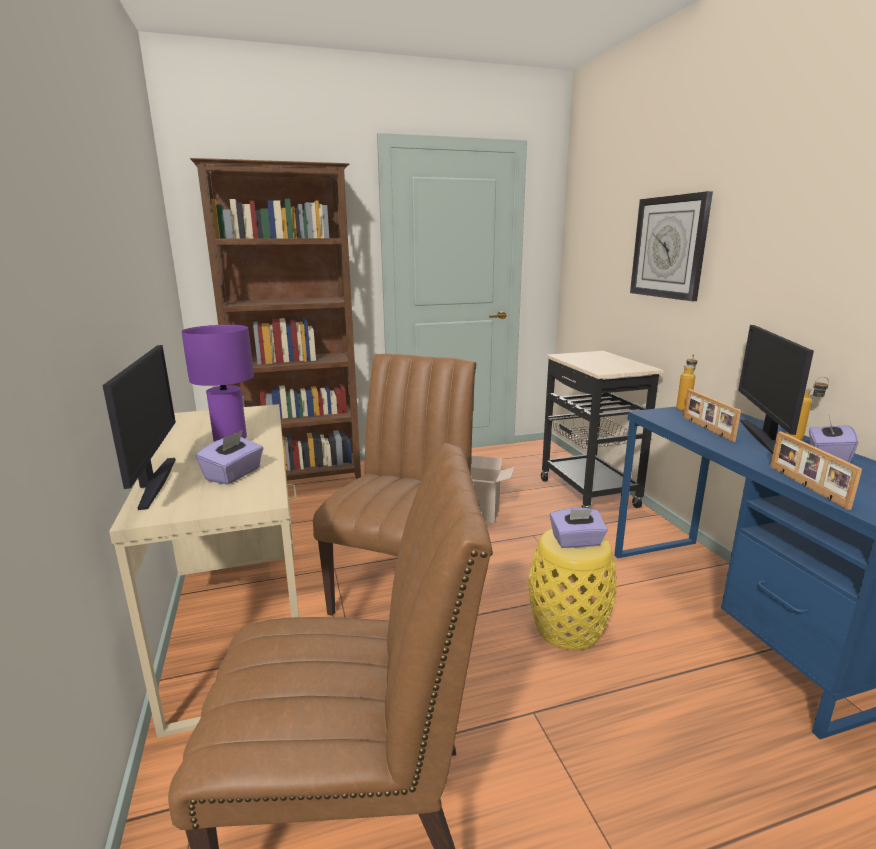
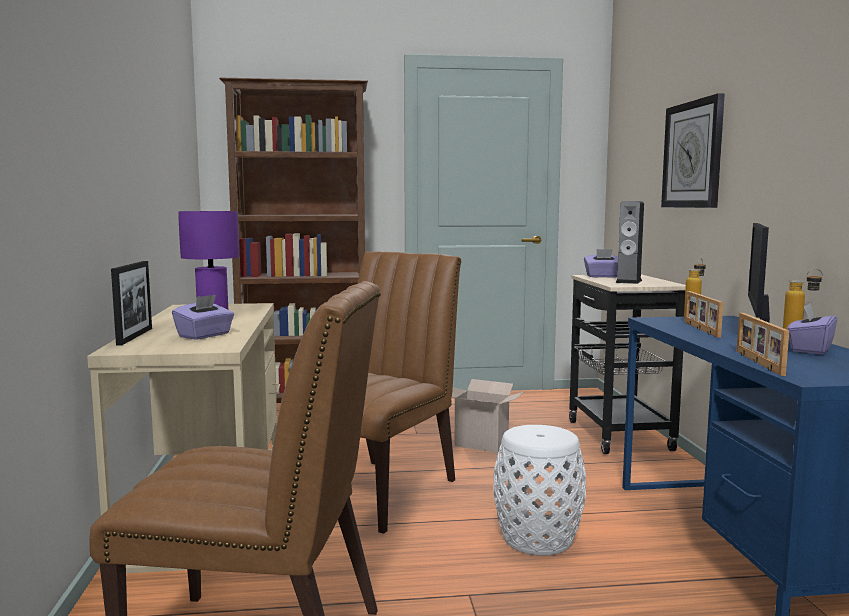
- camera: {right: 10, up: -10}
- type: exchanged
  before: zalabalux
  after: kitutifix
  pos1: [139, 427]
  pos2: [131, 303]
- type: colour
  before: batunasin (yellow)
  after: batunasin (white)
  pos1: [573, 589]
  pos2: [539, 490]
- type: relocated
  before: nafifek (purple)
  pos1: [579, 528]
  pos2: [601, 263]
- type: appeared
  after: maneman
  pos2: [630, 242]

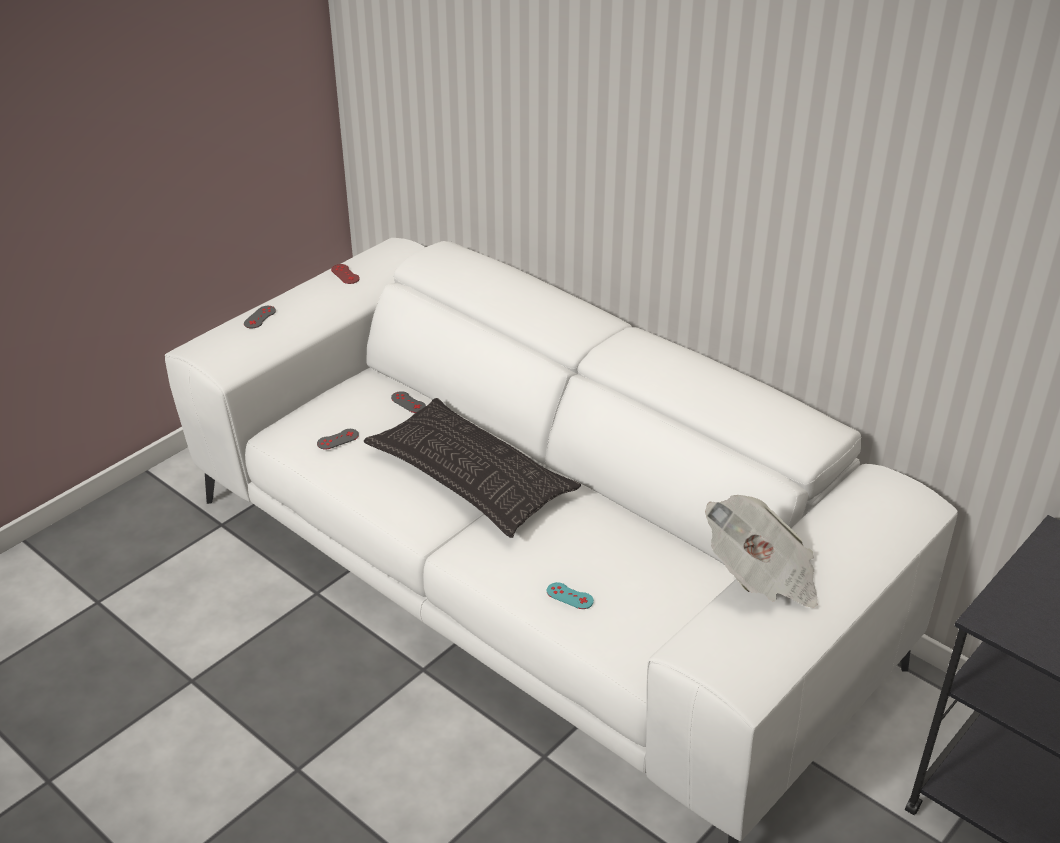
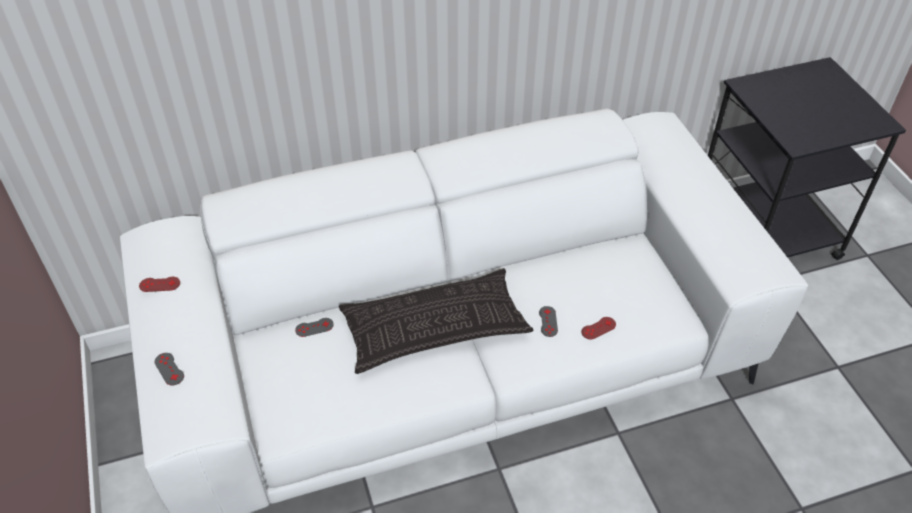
- camera: {right: -60, up: 10}
- type: relocated
  before: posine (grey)
  pos1: [338, 439]
  pos2: [548, 321]
- type: colour
  before: posine (turquoise)
  after: posine (red)
  pos1: [570, 595]
  pos2: [598, 328]
- type: missing
  before: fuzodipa
  pos1: [761, 551]

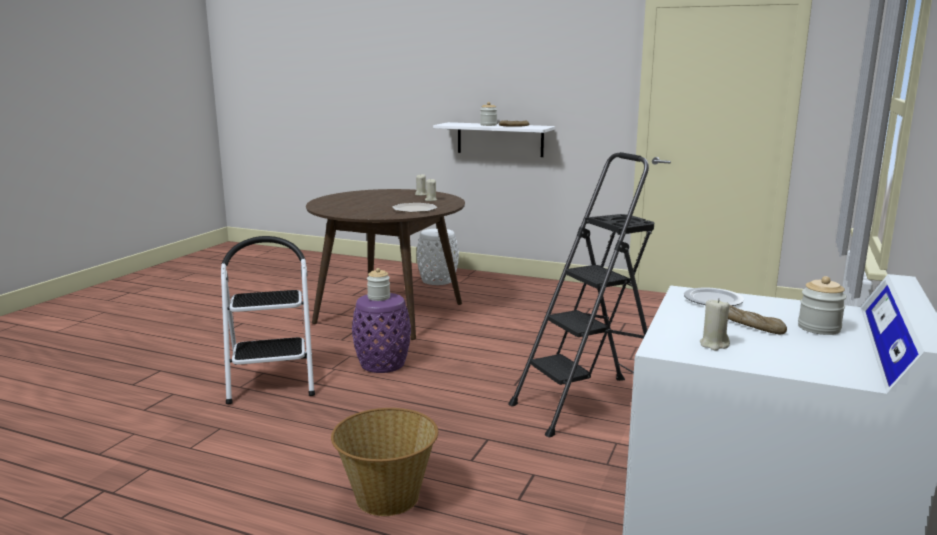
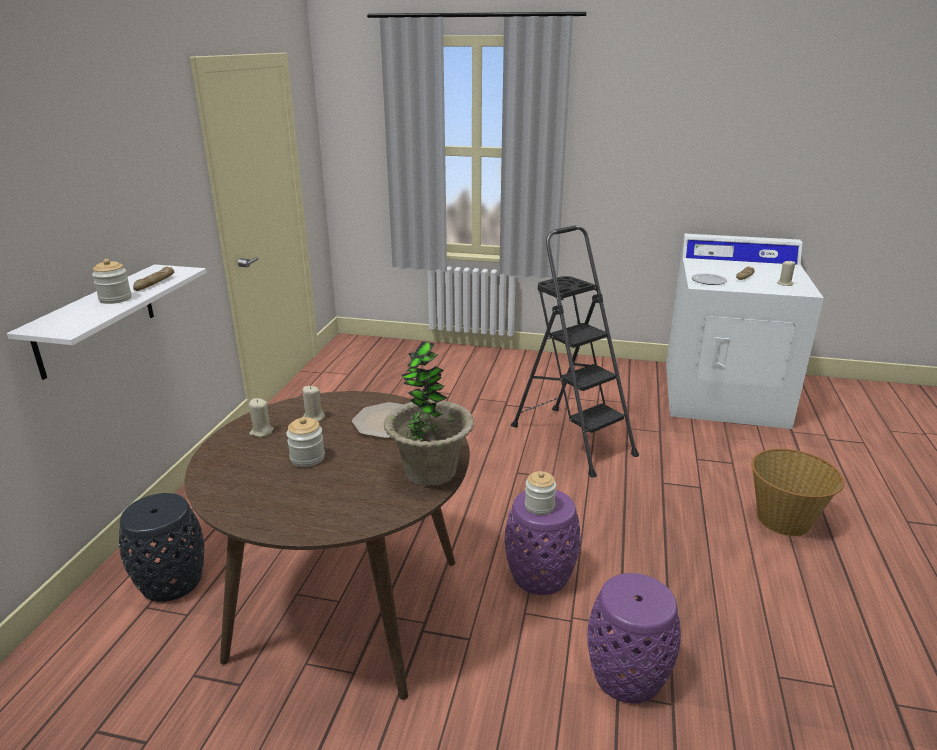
- camera: {right: -100, up: 10}
- type: exchanged
  before: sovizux
  after: batunasin (purple)
  pos1: [268, 320]
  pos2: [634, 638]
- type: colour
  before: batunasin (white)
  after: batunasin (black)
  pos1: [437, 257]
  pos2: [161, 547]
- type: relocated
  before: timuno
  pos1: [822, 305]
  pos2: [305, 442]
- type: appeared
  after: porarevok
  pos2: [429, 413]

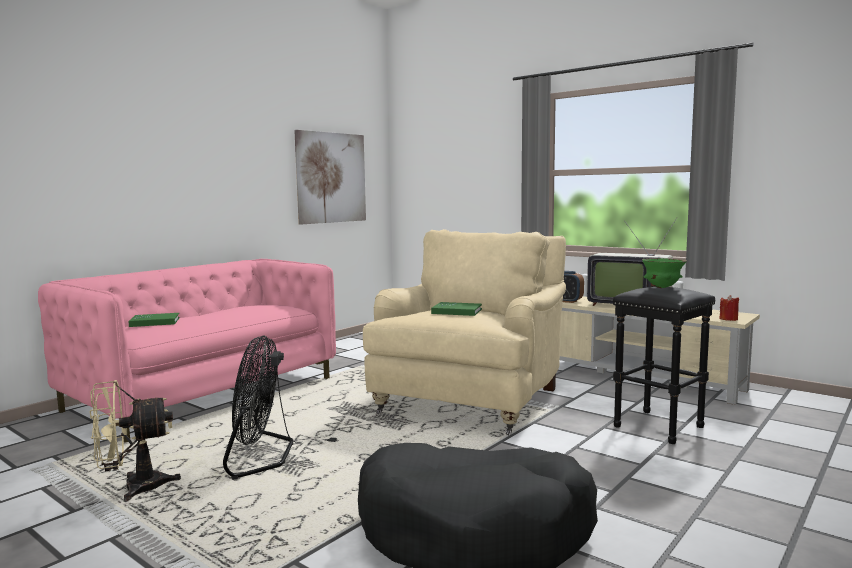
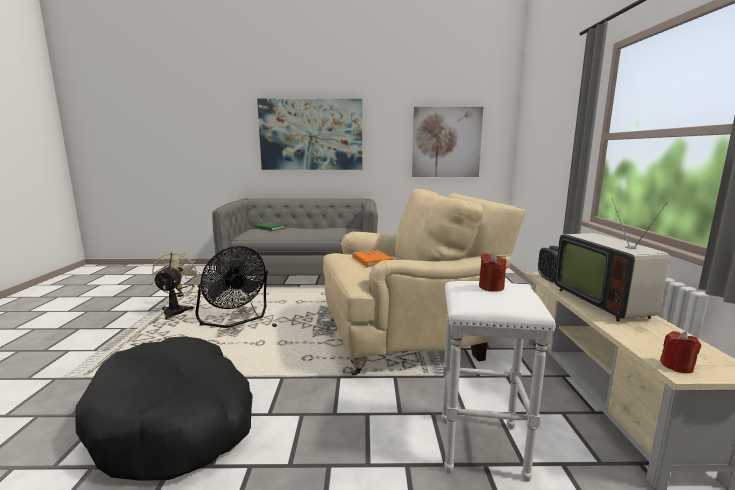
- camera: {right: 50, up: 5}
- type: colour
  before: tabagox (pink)
  after: tabagox (grey)
  pos1: [187, 351]
  pos2: [295, 238]
- type: spun
  before: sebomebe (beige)
  pos1: [135, 440]
  pos2: [176, 286]
  turn: 60
- type: colour
  before: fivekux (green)
  after: fivekux (orange)
  pos1: [456, 309]
  pos2: [372, 258]
- type: colour
  before: batunasin (black)
  after: batunasin (white)
  pos1: [664, 365]
  pos2: [498, 381]
- type: exchanged
  before: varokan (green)
  after: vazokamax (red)
  pos1: [664, 273]
  pos2: [493, 272]
- type: appeared
  after: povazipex
  pos2: [309, 134]

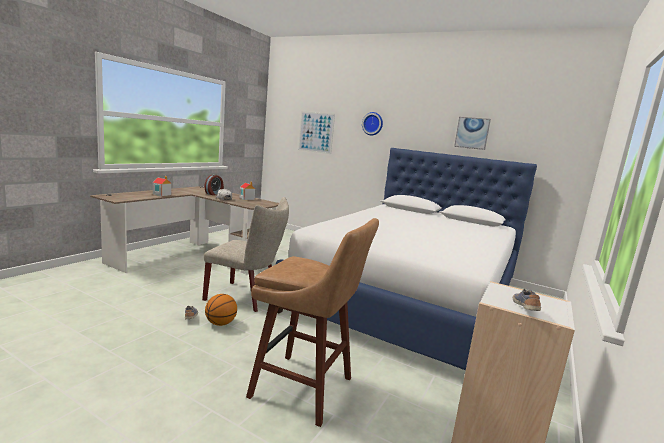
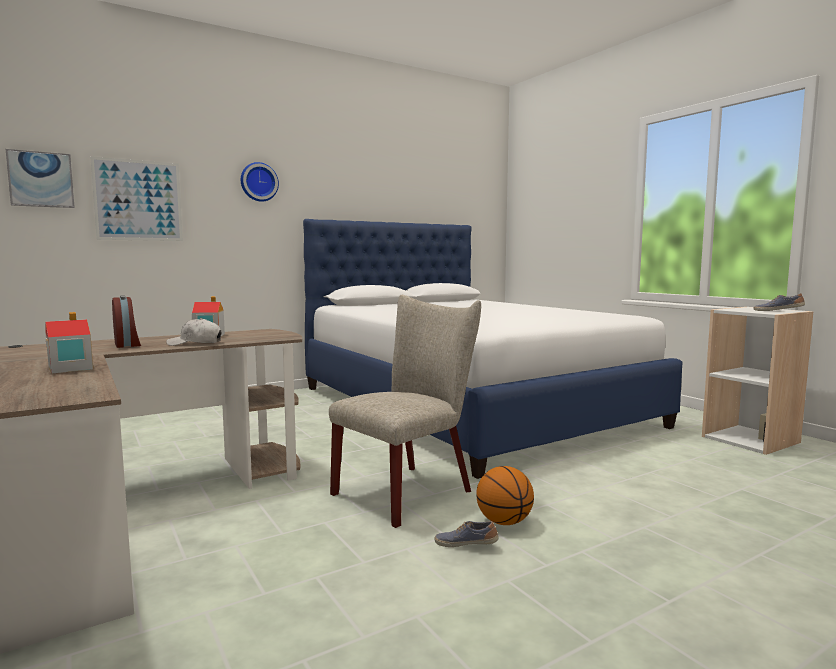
- camera: {right: -60, up: -5}
- type: missing
  before: batunasin (brown)
  pos1: [312, 322]
- type: relocated
  before: povazipex
  pos1: [472, 133]
  pos2: [40, 178]

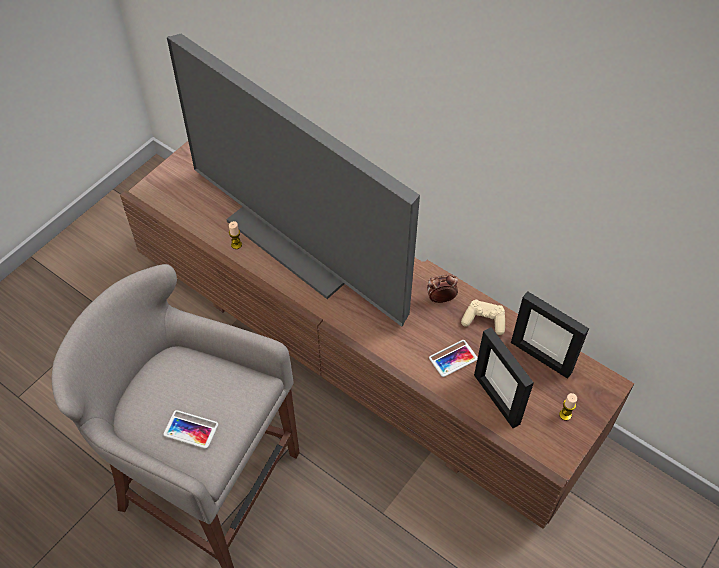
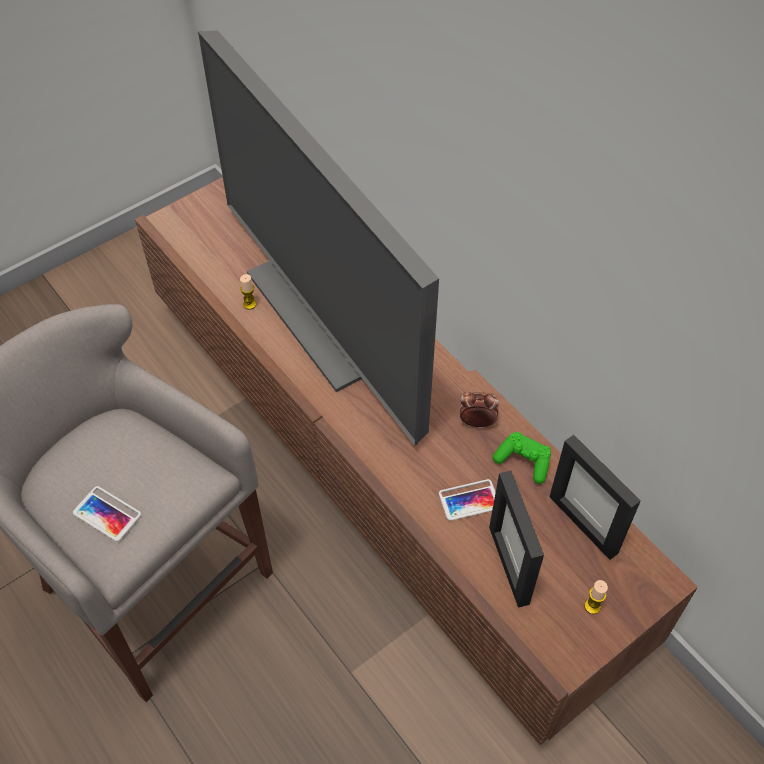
- camera: {right: 15, up: 0}
- type: colour
  before: posine (beige)
  after: posine (green)
  pos1: [483, 317]
  pos2: [522, 458]

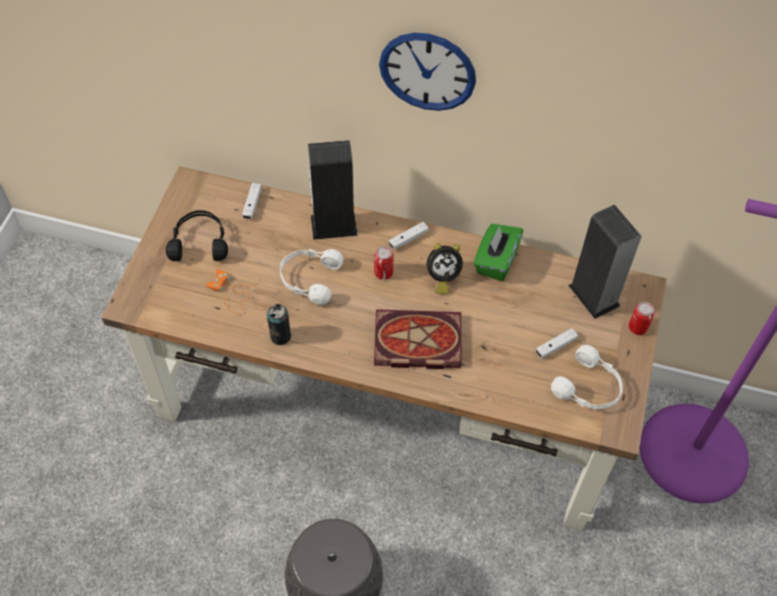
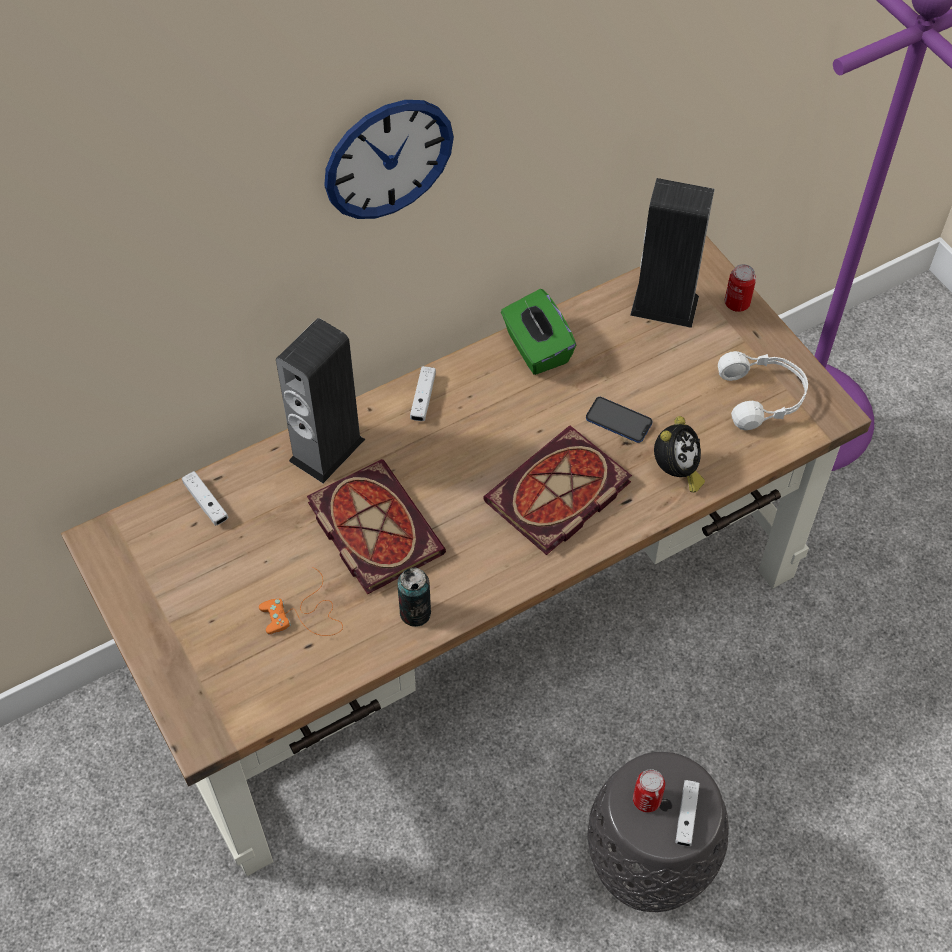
- camera: {right: -45, up: 0}
- type: missing
  before: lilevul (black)
  pos1: [197, 235]
- type: exchanged
  before: lilevul (white)
  after: fivekux
  pos1: [311, 276]
  pos2: [376, 527]
- type: relocated
  before: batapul
  pos1: [383, 263]
  pos2: [649, 791]
- type: relocated
  before: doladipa
  pos1: [445, 268]
  pos2: [679, 454]
- type: relocated
  before: posine (white)
  pos1: [556, 343]
  pos2: [687, 813]
- type: appeared
  after: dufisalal
  pos2: [619, 420]

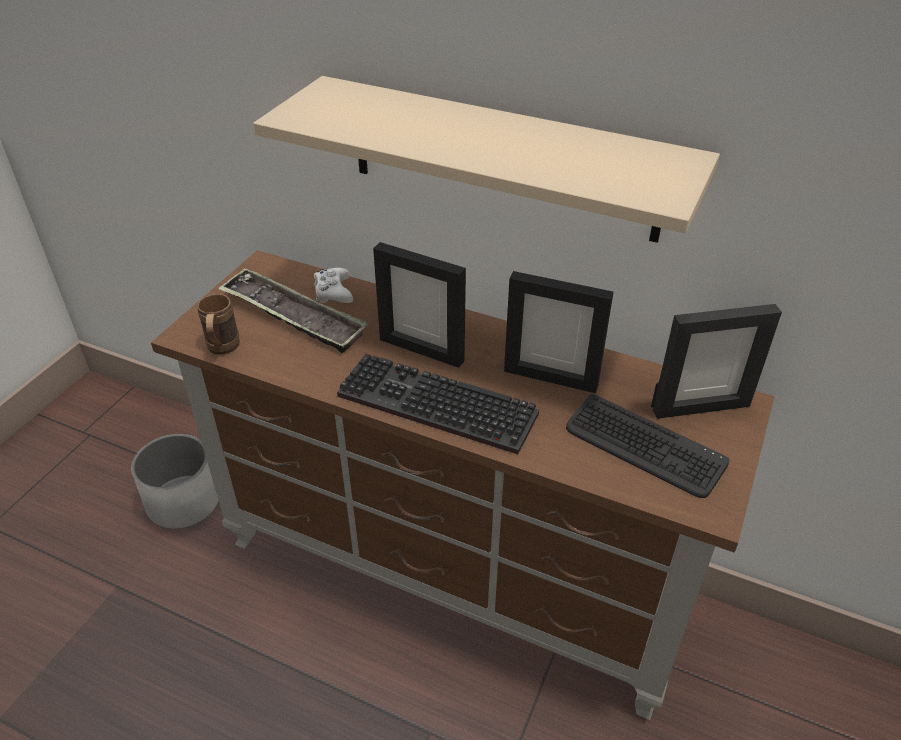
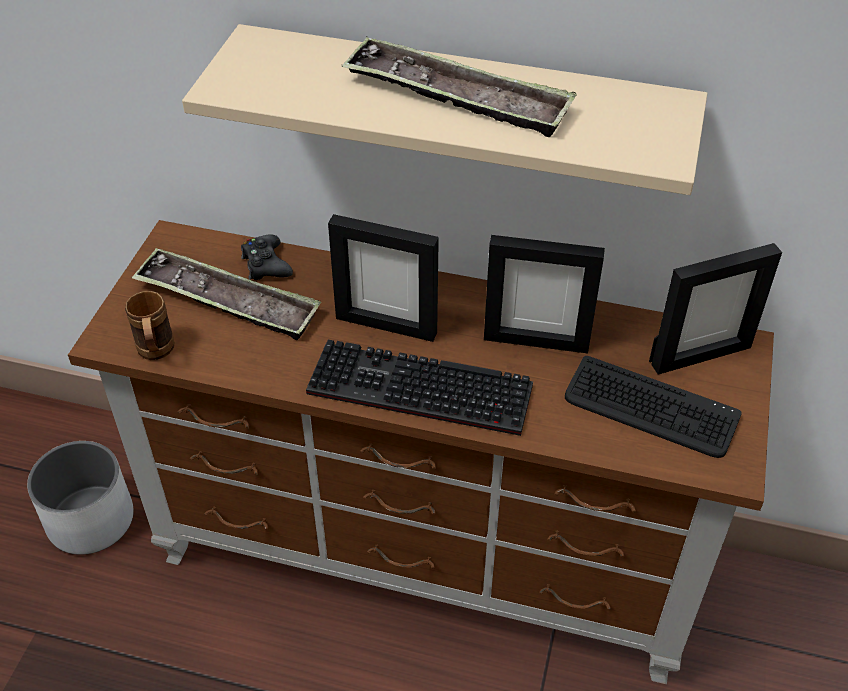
- camera: {right: -10, up: 5}
- type: colour
  before: posine (white)
  after: posine (black)
  pos1: [333, 285]
  pos2: [267, 257]
- type: appeared
  after: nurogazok
  pos2: [459, 86]

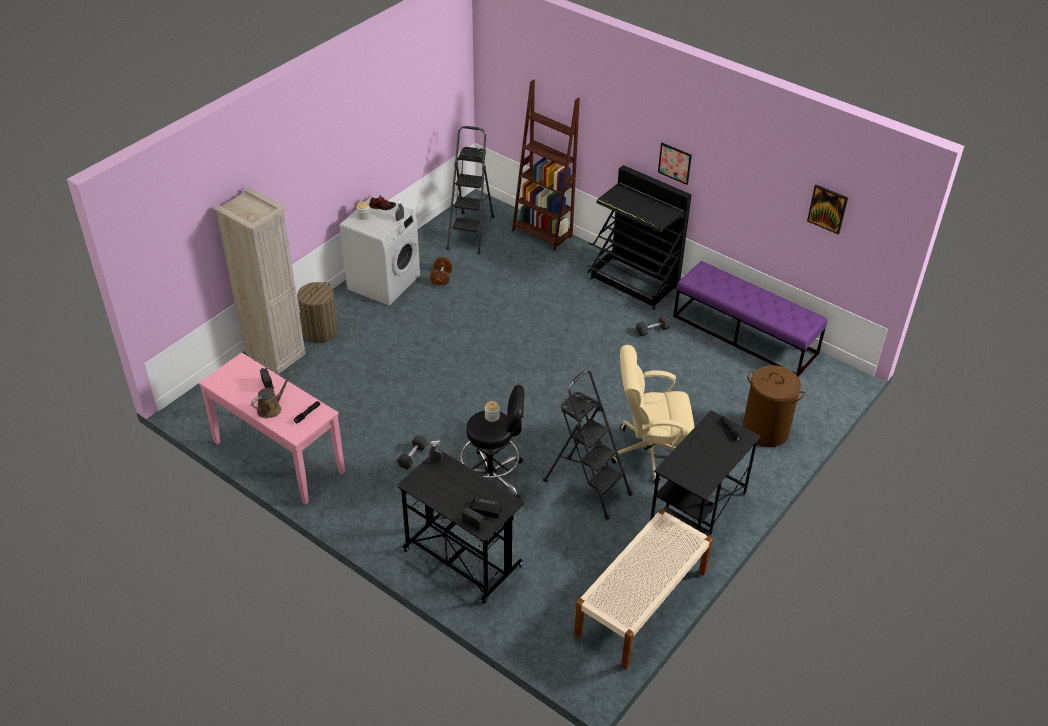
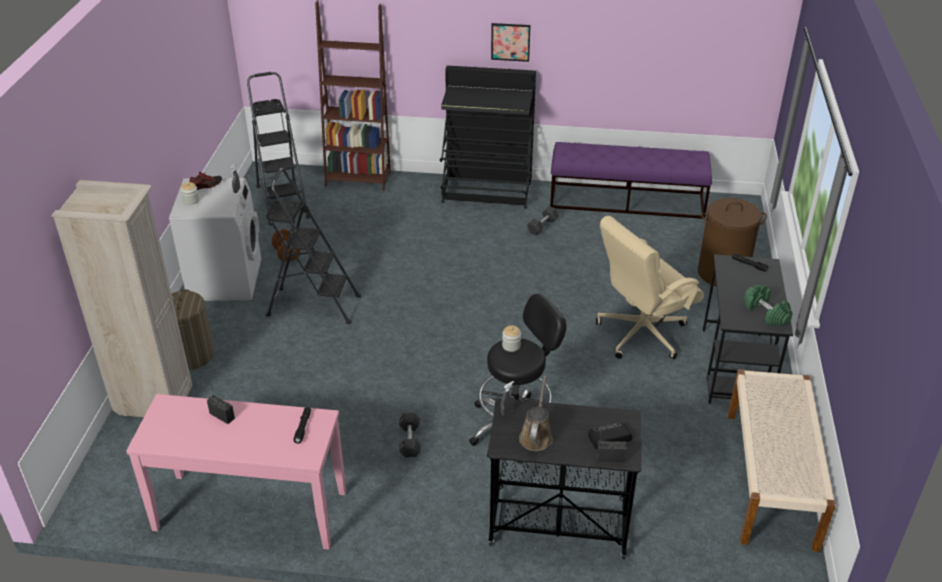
- camera: {right: -30, up: -5}
- type: relocated
  before: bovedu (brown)
  pos1: [272, 394]
  pos2: [536, 413]
- type: relocated
  before: sovizux
  pos1: [588, 445]
  pos2: [313, 246]
- type: missing
  before: povazipex
  pos1: [827, 209]
- type: appeared
  after: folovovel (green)
  pos2: [768, 305]

